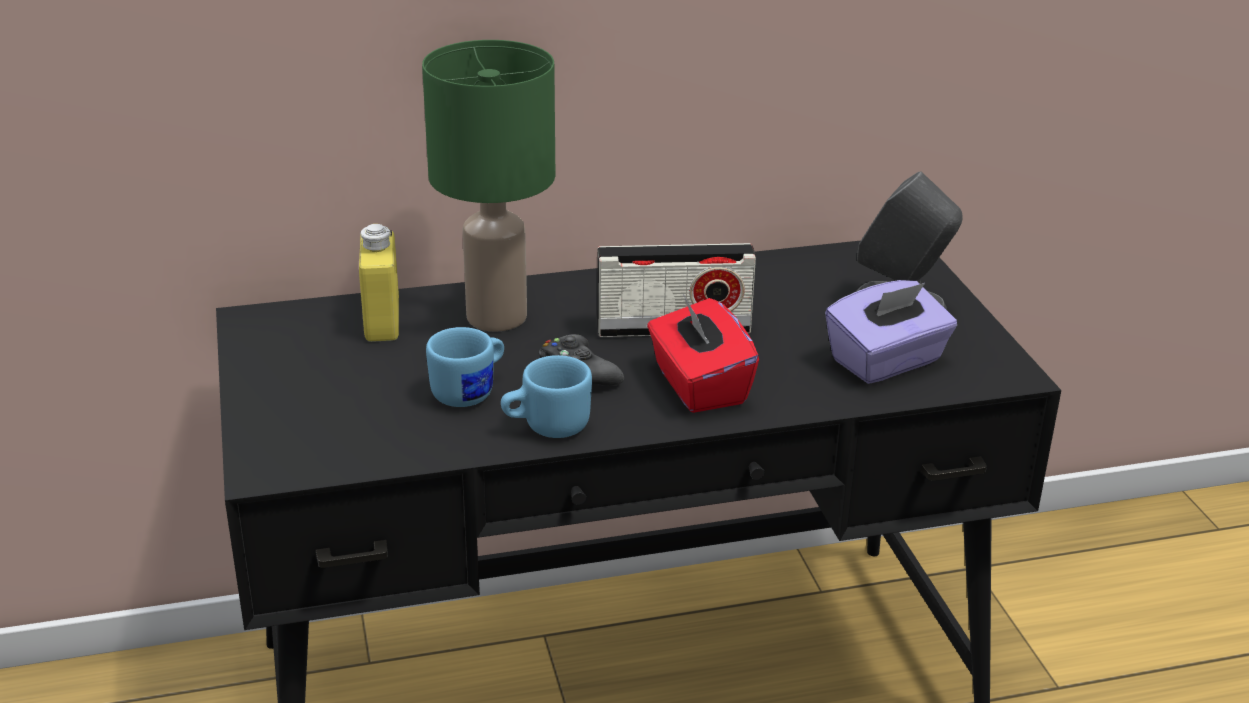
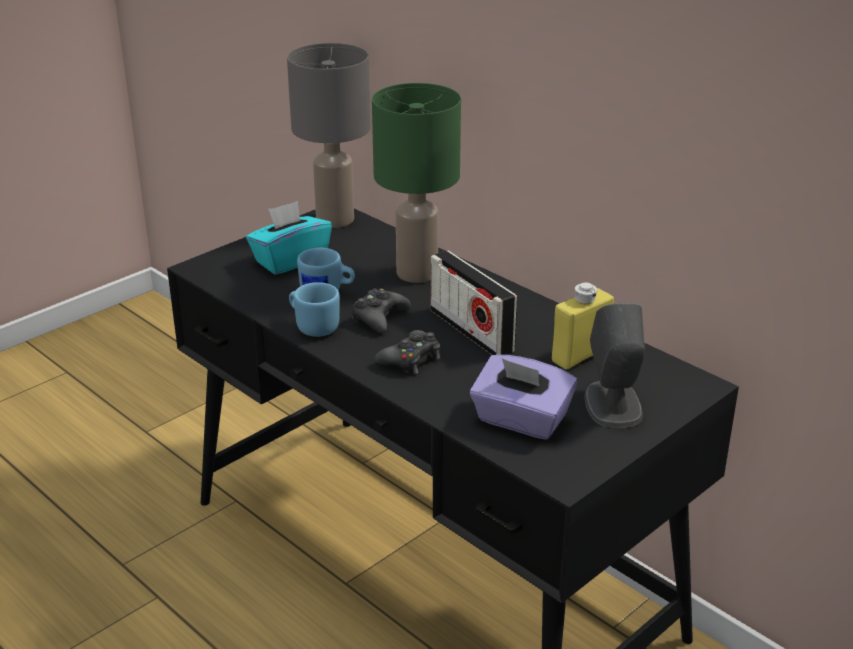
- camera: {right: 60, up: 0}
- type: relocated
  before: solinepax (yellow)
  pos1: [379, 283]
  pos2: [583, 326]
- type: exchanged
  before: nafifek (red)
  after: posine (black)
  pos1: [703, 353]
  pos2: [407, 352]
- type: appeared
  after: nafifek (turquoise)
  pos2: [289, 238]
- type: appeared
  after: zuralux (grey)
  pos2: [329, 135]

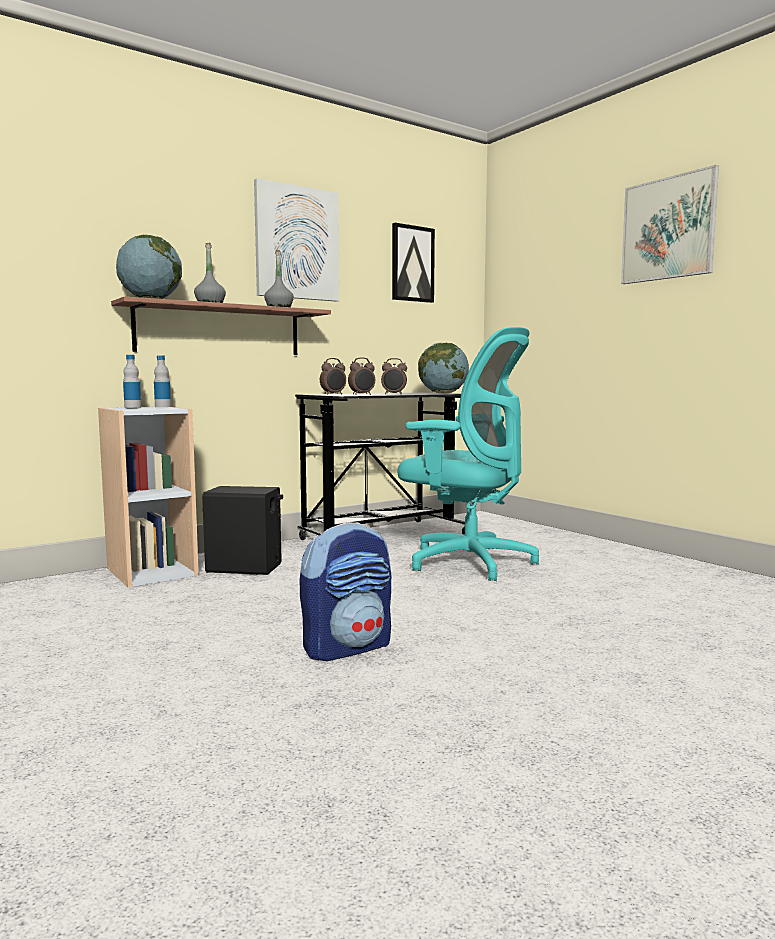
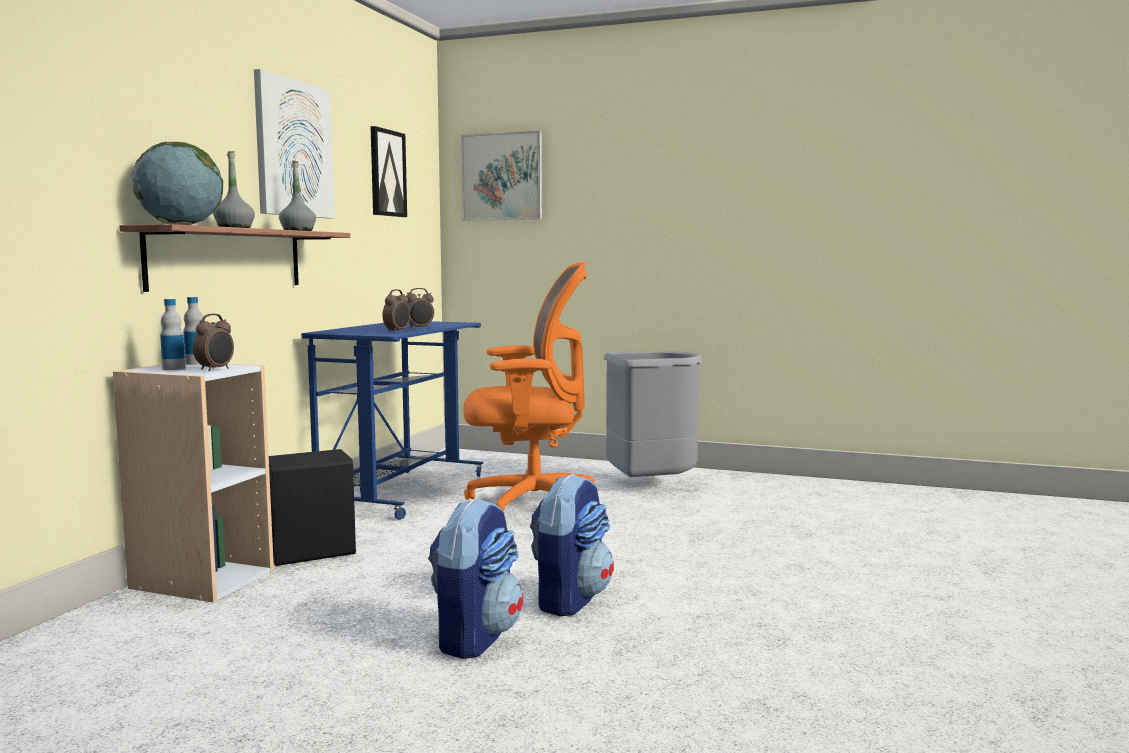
- camera: {right: -35, up: 0}
- type: colour
  before: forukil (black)
  after: forukil (blue)
  pos1: [380, 466]
  pos2: [392, 420]
- type: relocated
  before: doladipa
  pos1: [333, 376]
  pos2: [213, 342]
- type: colour
  before: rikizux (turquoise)
  after: rikizux (orange)
  pos1: [468, 454]
  pos2: [529, 387]
- type: missing
  before: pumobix
  pos1: [443, 368]
- type: relocated
  before: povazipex
  pos1: [670, 224]
  pos2: [501, 176]
- type: appeared
  after: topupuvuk
  pos2: [475, 578]
- type: appeared
  after: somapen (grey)
  pos2: [653, 414]

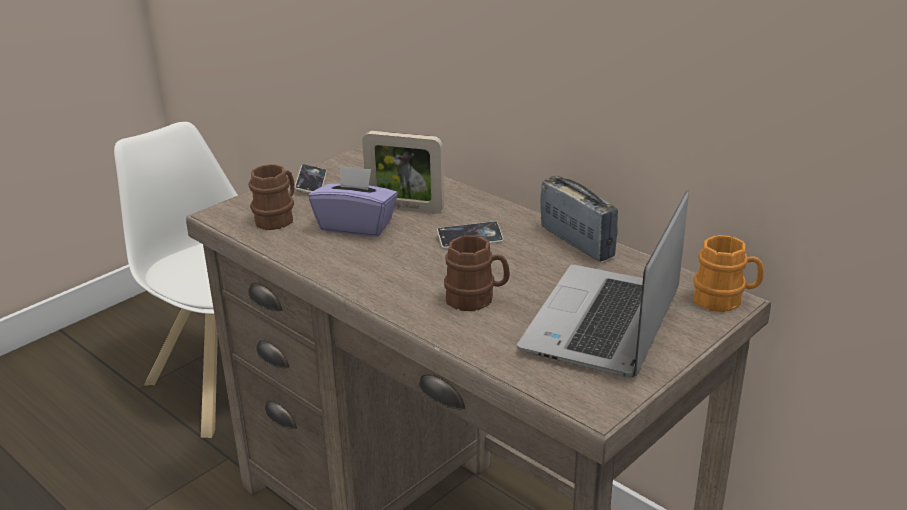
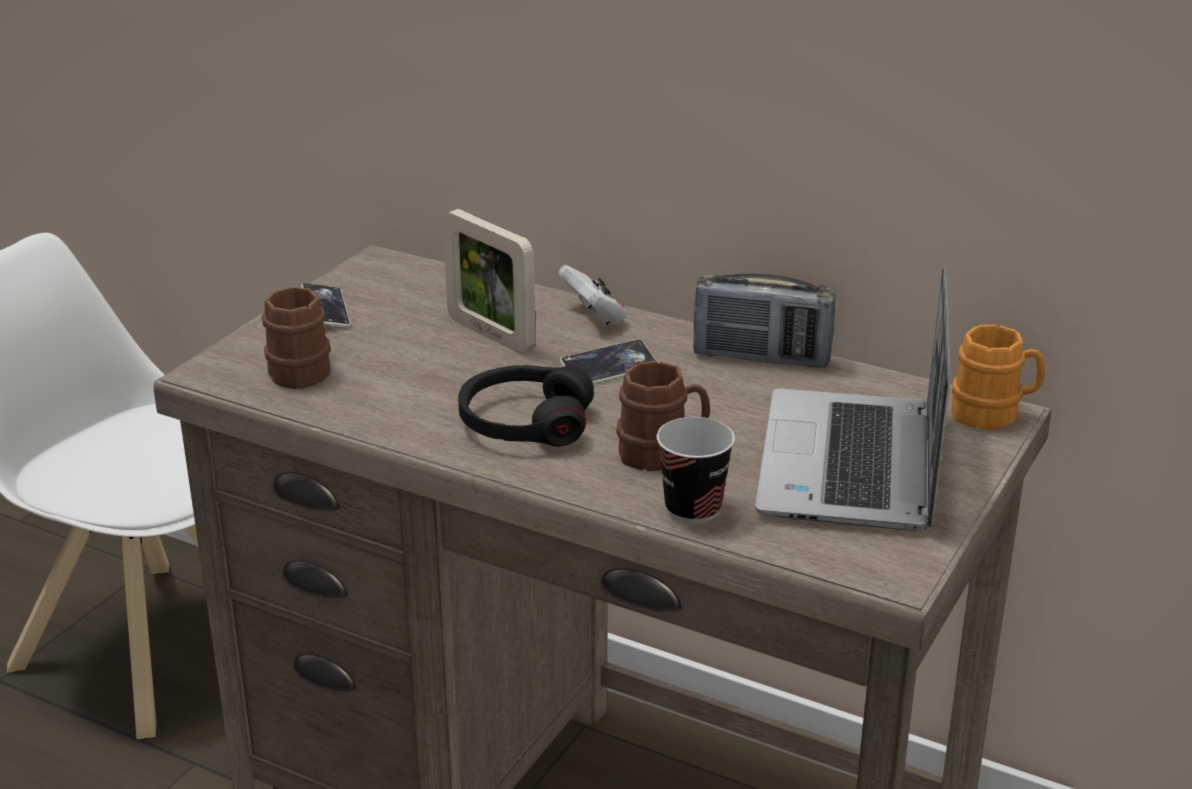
- camera: {right: -15, up: 0}
- type: missing
  before: nafifek (purple)
  pos1: [353, 201]
- type: spun
  before: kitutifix
  pos1: [403, 172]
  pos2: [489, 281]
  turn: 45
- type: spun
  before: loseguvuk
  pos1: [579, 218]
  pos2: [765, 320]
  turn: 150
- type: appeared
  after: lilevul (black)
  pos2: [526, 406]
- type: appeared
  after: posine (white)
  pos2: [592, 294]
- type: appeared
  after: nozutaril
  pos2: [696, 470]

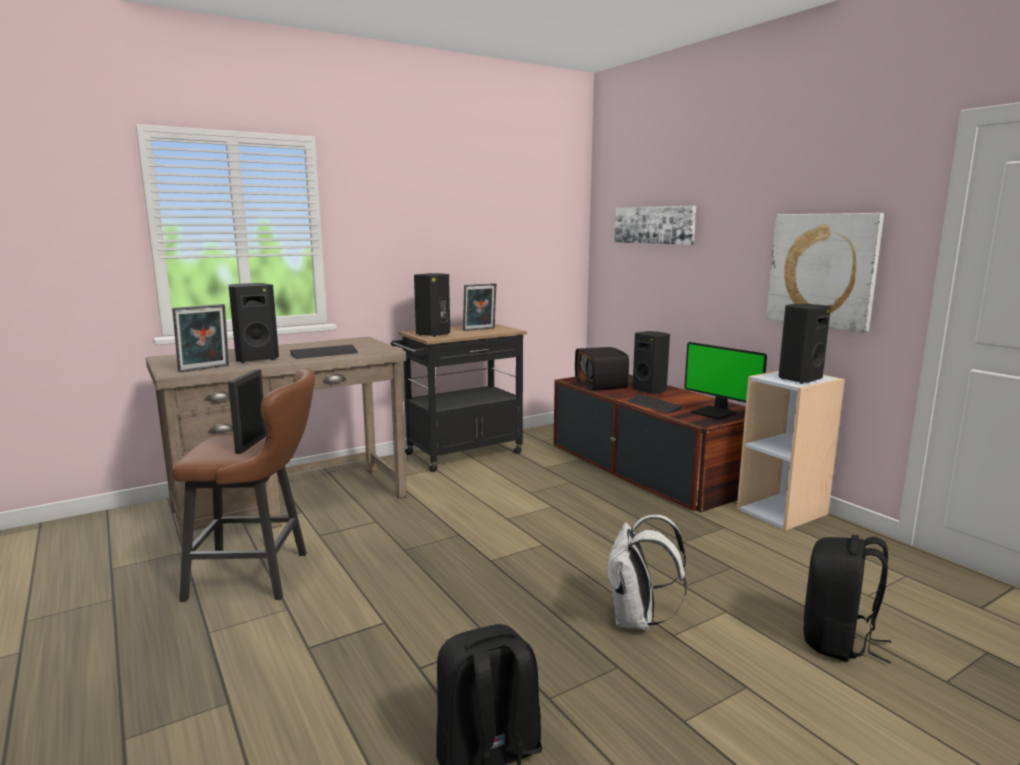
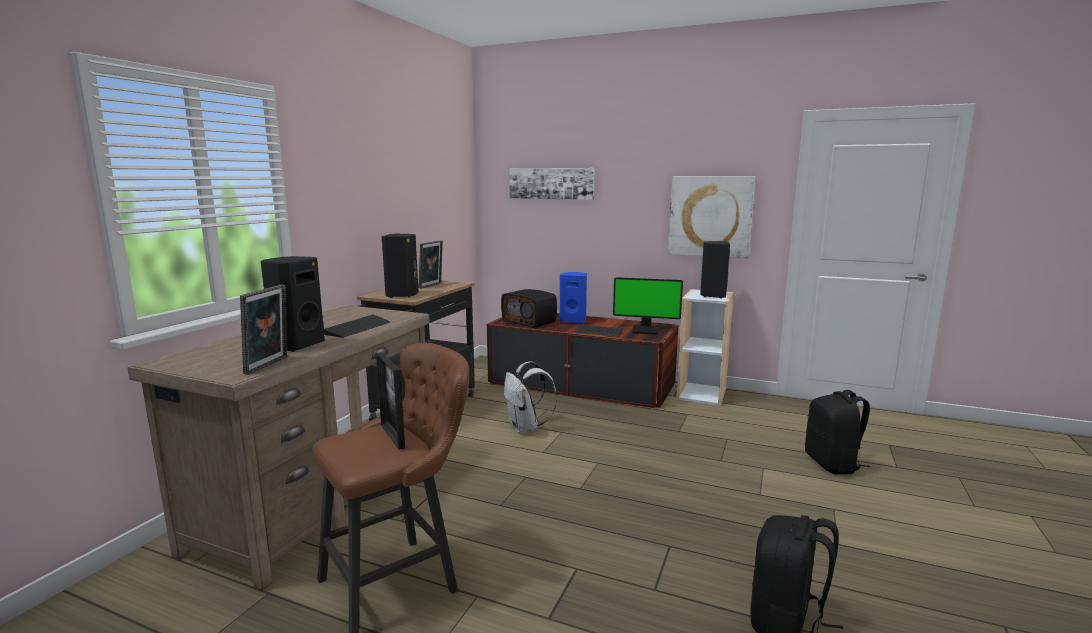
- camera: {right: -35, up: 0}
- type: relocated
  before: topupuvuk (white)
  pos1: [646, 572]
  pos2: [530, 397]
- type: colour
  before: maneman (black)
  after: maneman (blue)
  pos1: [651, 363]
  pos2: [573, 298]

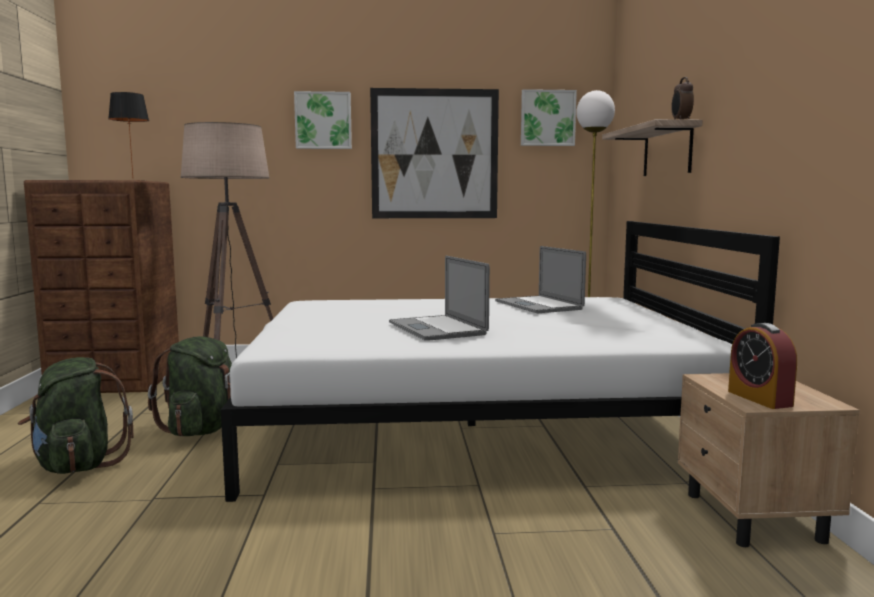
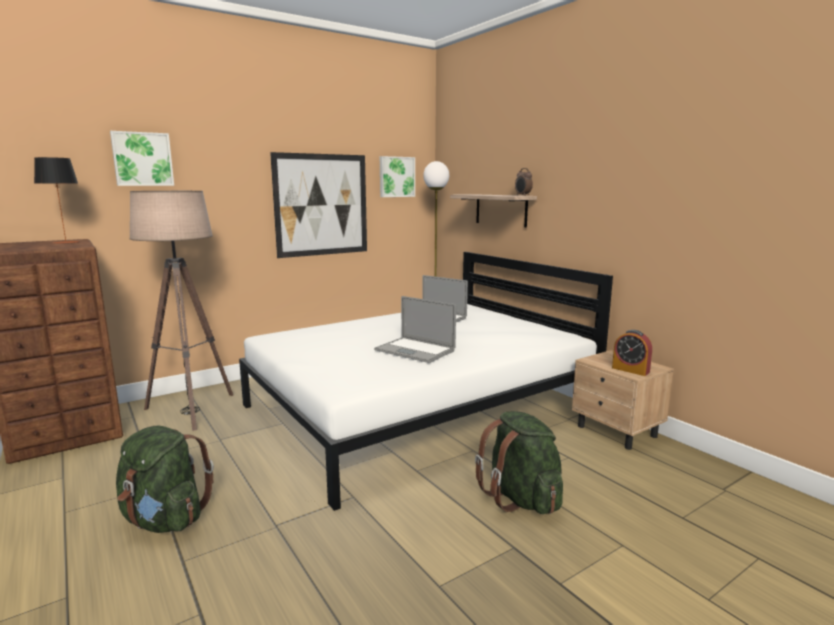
- camera: {right: -30, up: 5}
- type: relocated
  before: topupuvuk (green)
  pos1: [190, 386]
  pos2: [519, 462]
- type: relocated
  before: povazipex
  pos1: [323, 120]
  pos2: [142, 158]

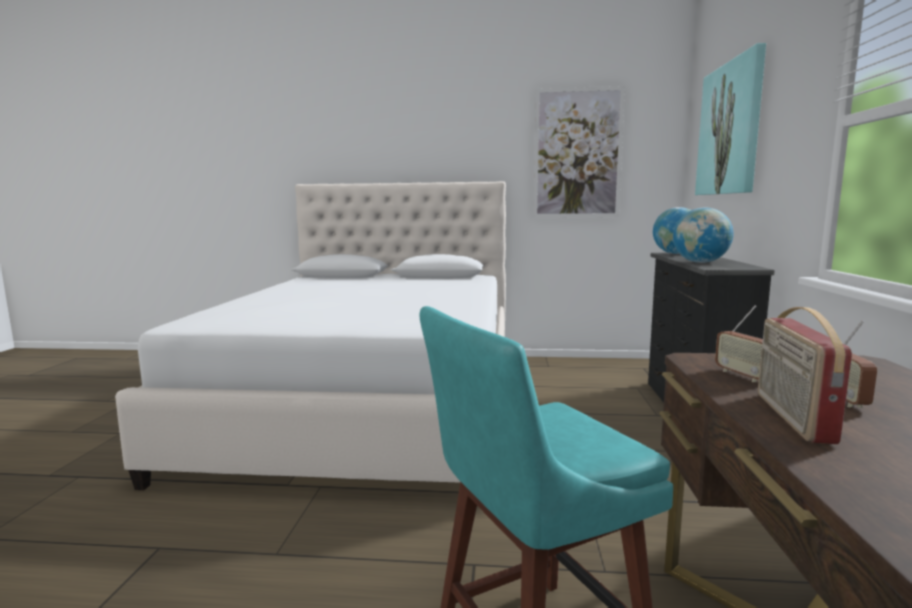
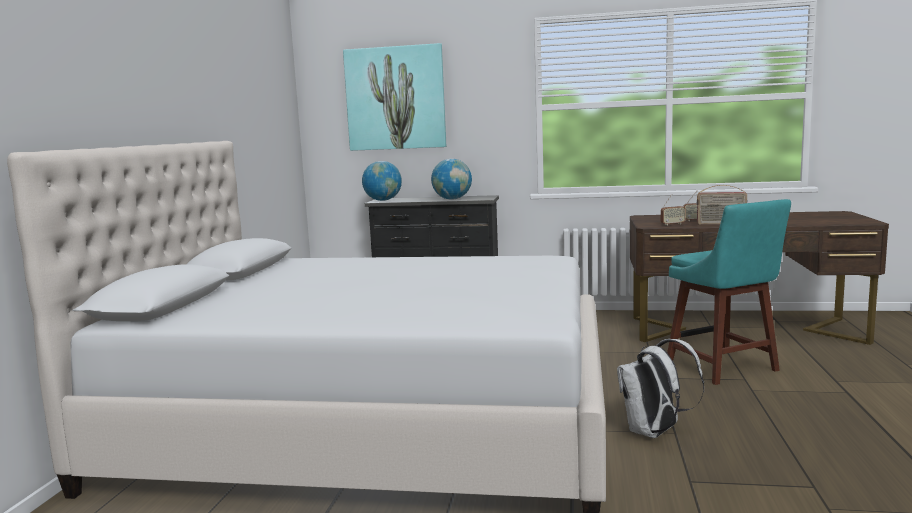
- camera: {right: -85, up: 0}
- type: missing
  before: povazipex
  pos1: [579, 152]
- type: appeared
  after: topupuvuk (white)
  pos2: [660, 388]

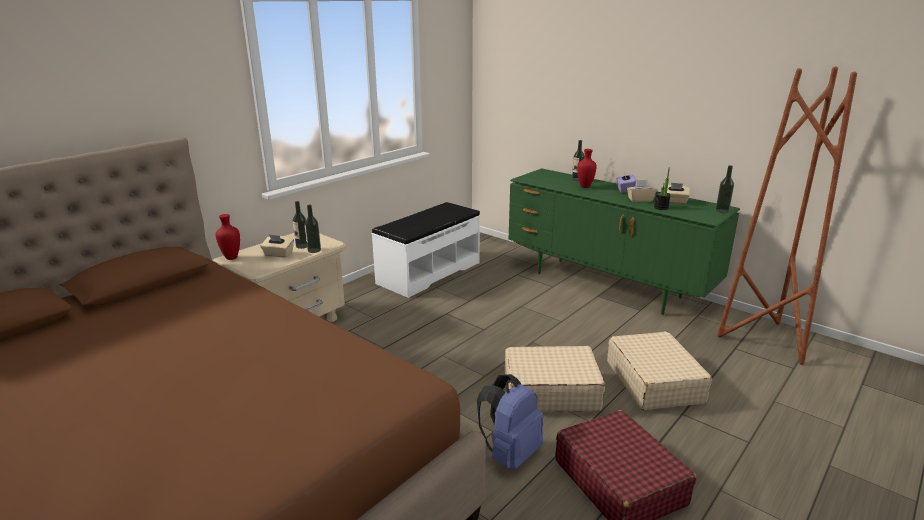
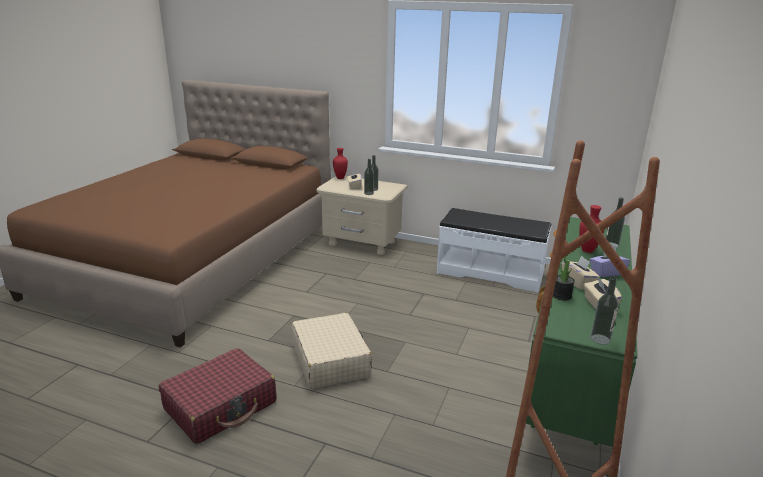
- camera: {right: 70, up: 0}
- type: missing
  before: topupuvuk (blue)
  pos1: [510, 422]
- type: missing
  before: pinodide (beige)
  pos1: [659, 370]

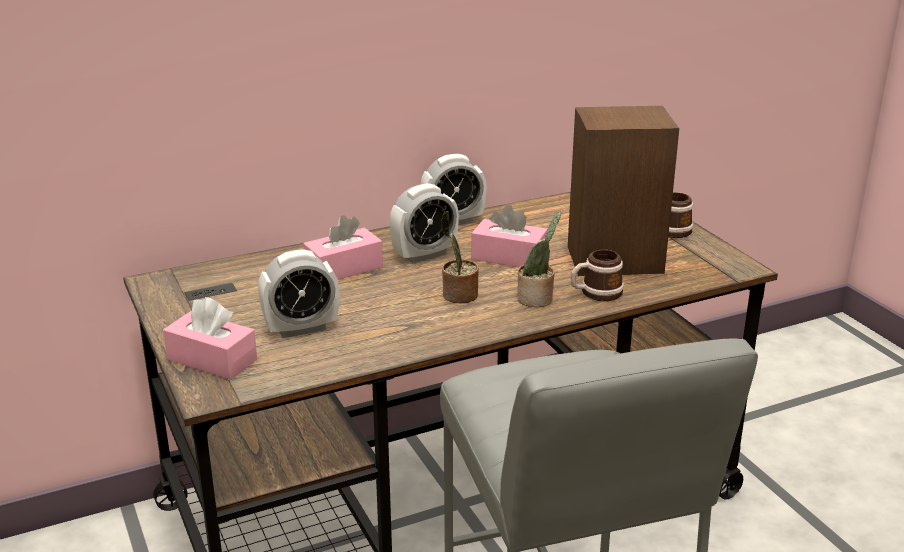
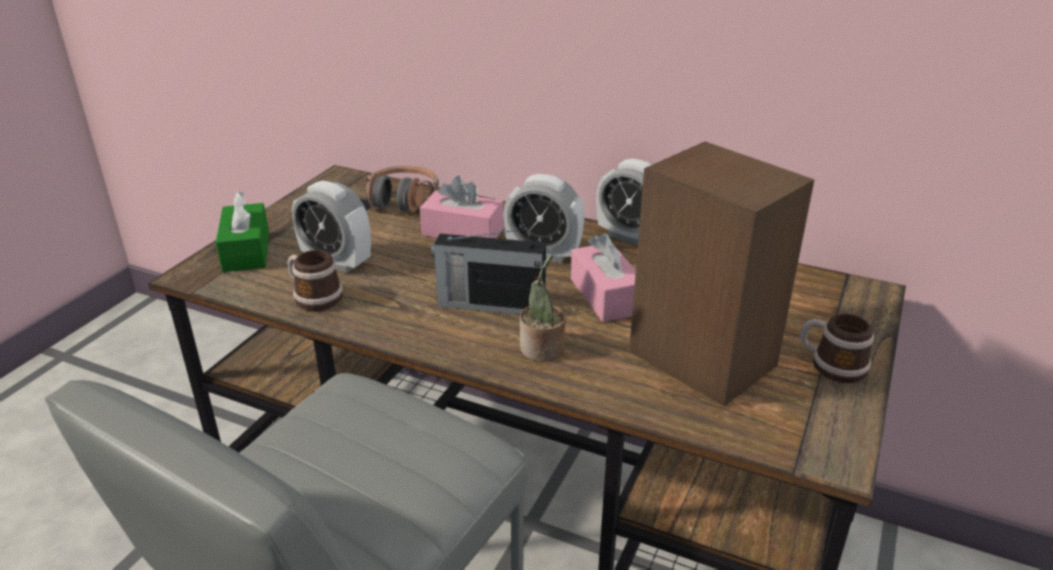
- camera: {right: 50, up: 5}
- type: colour
  before: nafifek (pink)
  after: nafifek (green)
  pos1: [210, 338]
  pos2: [242, 231]
- type: exchanged
  before: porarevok
  after: loseguvuk
  pos1: [460, 257]
  pos2: [488, 271]
- type: relocated
  before: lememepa
  pos1: [597, 275]
  pos2: [315, 280]
- type: appeared
  after: lilevul
  pos2: [402, 189]

